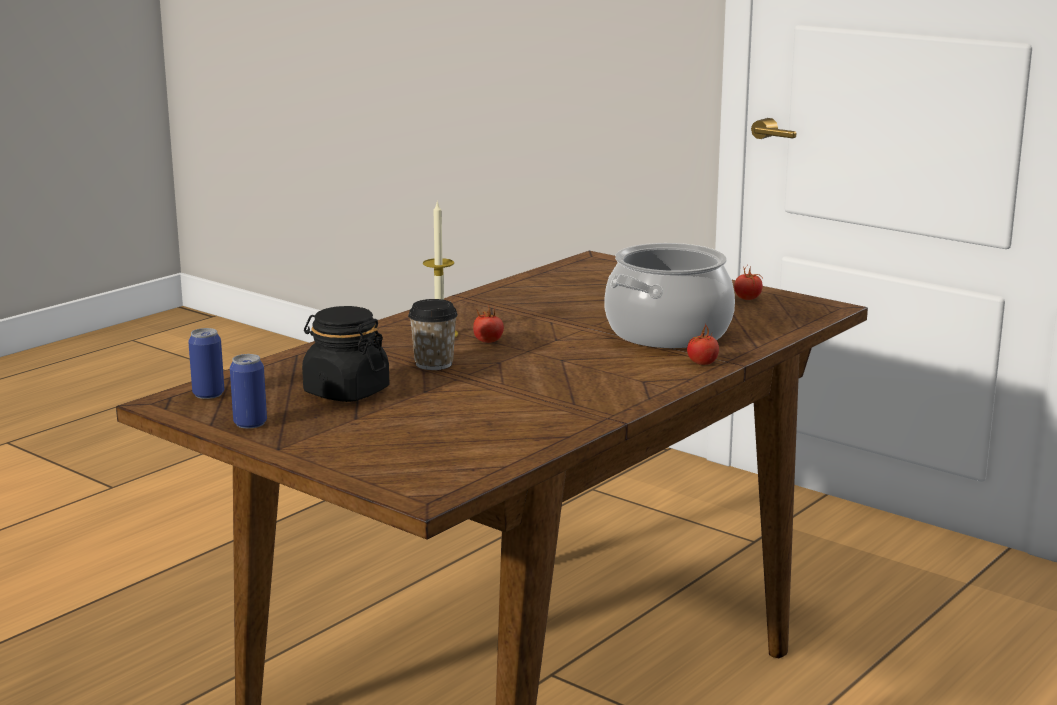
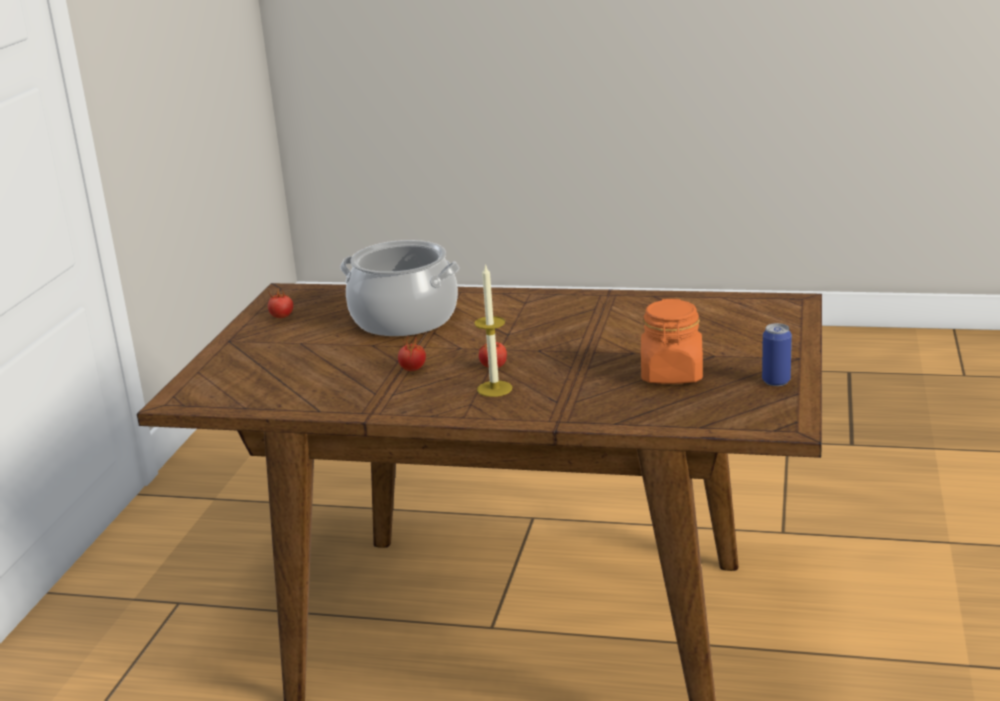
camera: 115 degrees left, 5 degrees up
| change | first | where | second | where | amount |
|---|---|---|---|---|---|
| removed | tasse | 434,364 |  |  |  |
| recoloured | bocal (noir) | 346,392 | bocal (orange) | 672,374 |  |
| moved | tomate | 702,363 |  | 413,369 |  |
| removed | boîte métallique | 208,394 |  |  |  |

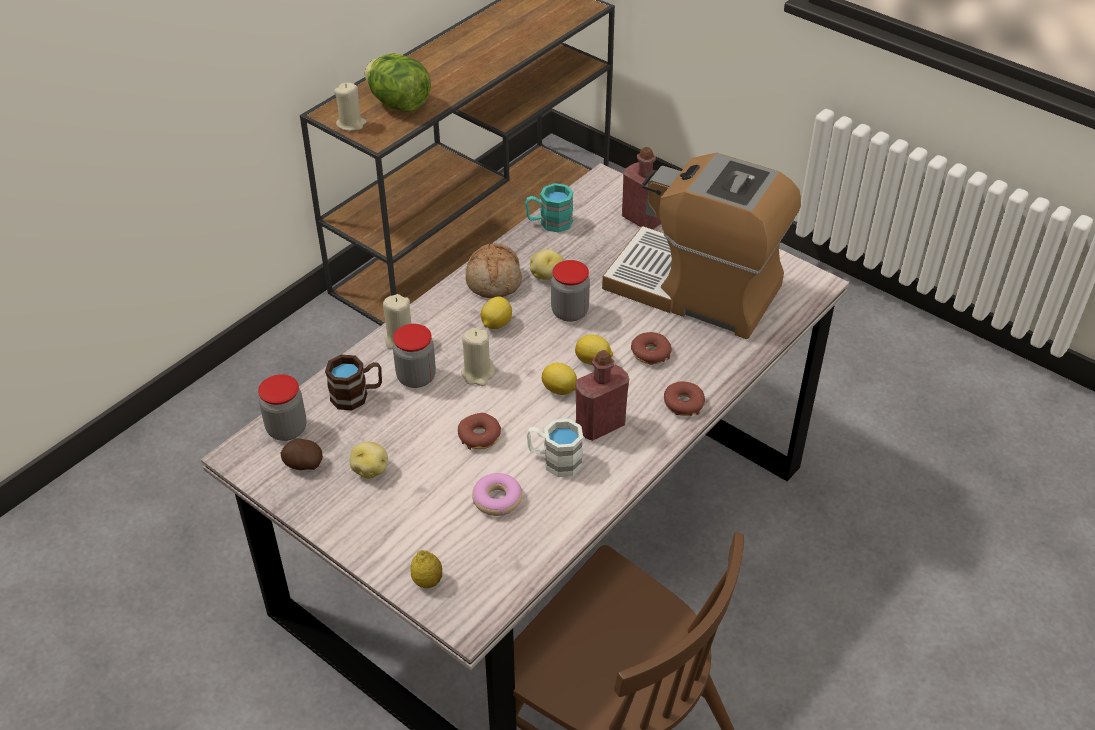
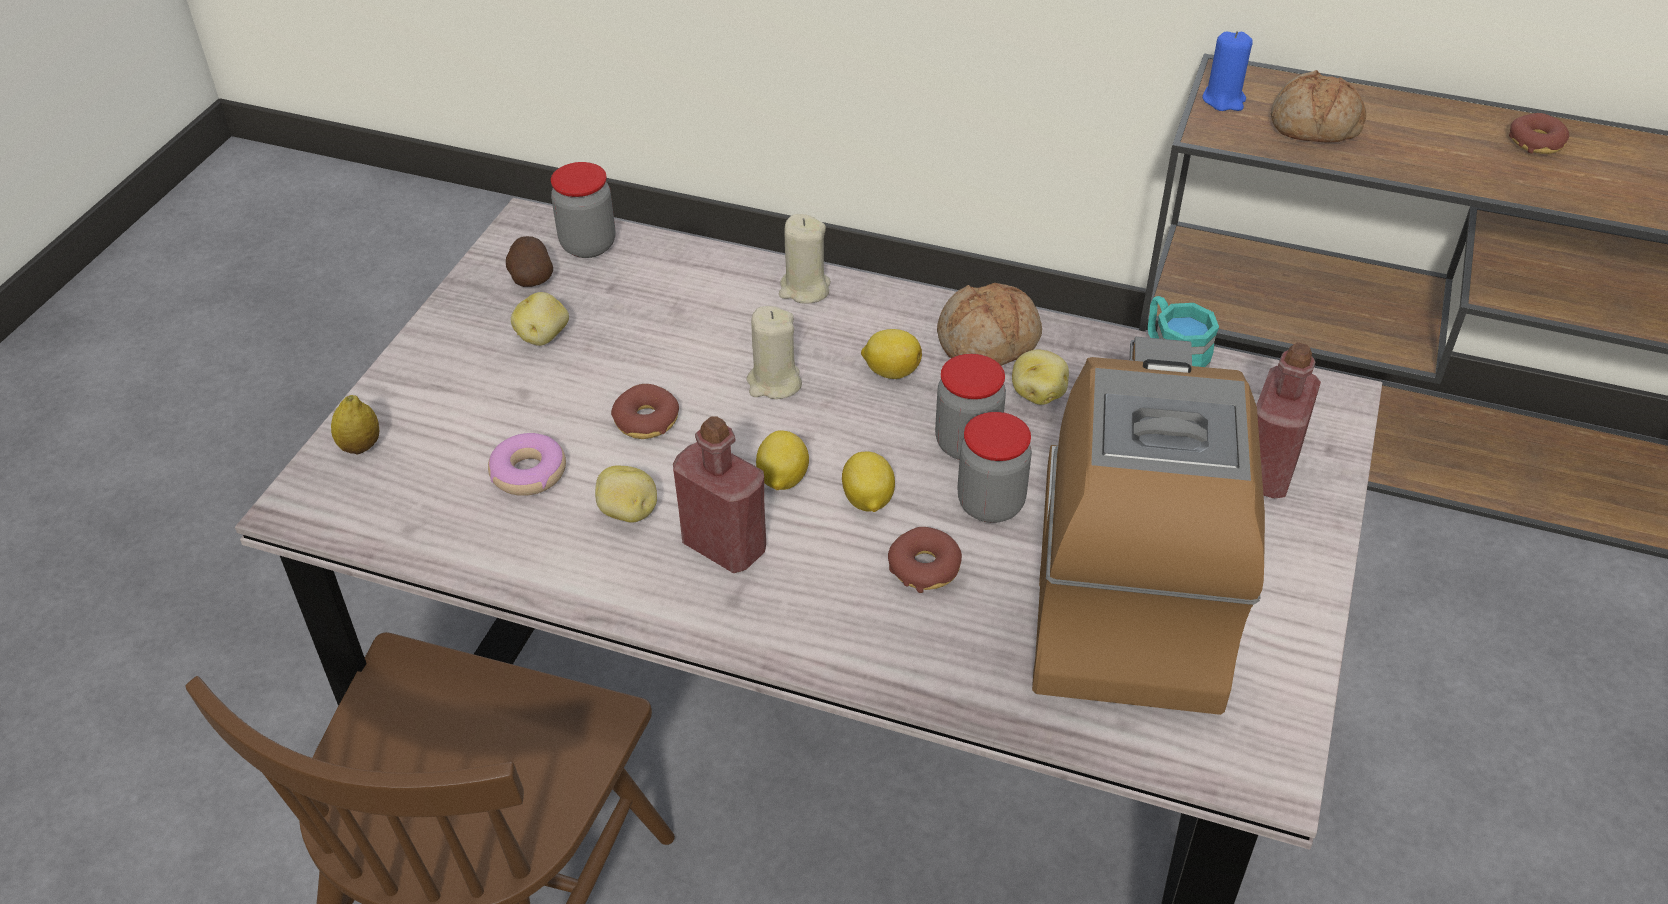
camera: 70 degrees right, 0 degrees up
| change | first | where | second | where | amount |
|---|---|---|---|---|---|
| replaced | laitue | 399,104 | pain | 1314,126 |  |
| recoloured | bougie (beige) | 351,124 | bougie (bleu) | 1224,100 |  |
| moved | bocal | 416,377 |  | 990,504 |  |
| removed | mug (marron) | 357,395 |  |  |  |
| moved | beignet | 683,403 |  | 1536,142 |  |
| replaced | mug (blanc) | 554,460 | pomme de terre | 628,513 |  |

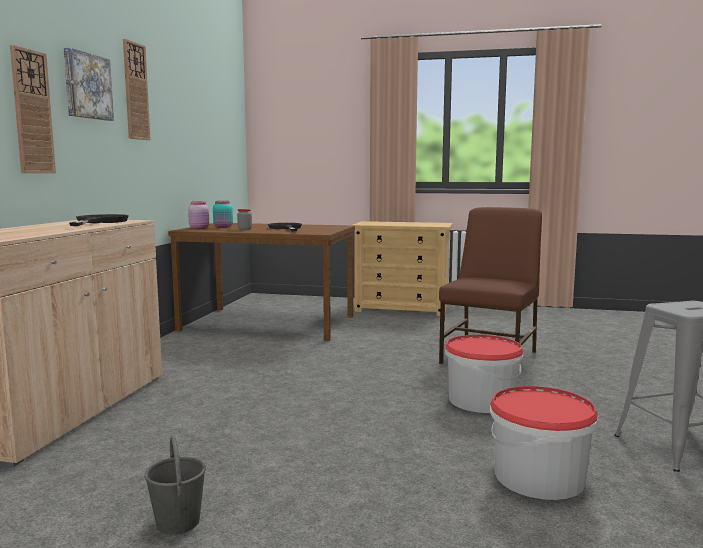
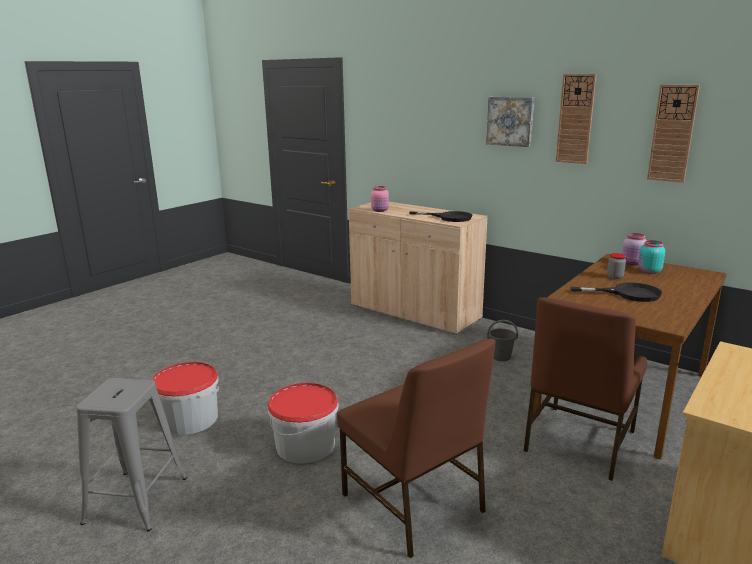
camera: 115 degrees right, 10 degrees up
| change | first | where | second | where | amount |
|---|---|---|---|---|---|
| moved | horloge murale | 32,112 |  | 672,133 |  |
| moved | seau (gris) | 178,522 |  | 501,357 |  |
| added |  |  | bocal (rose) | 380,210 |  |
| added |  |  | chaise (marron) | 578,442 |  |

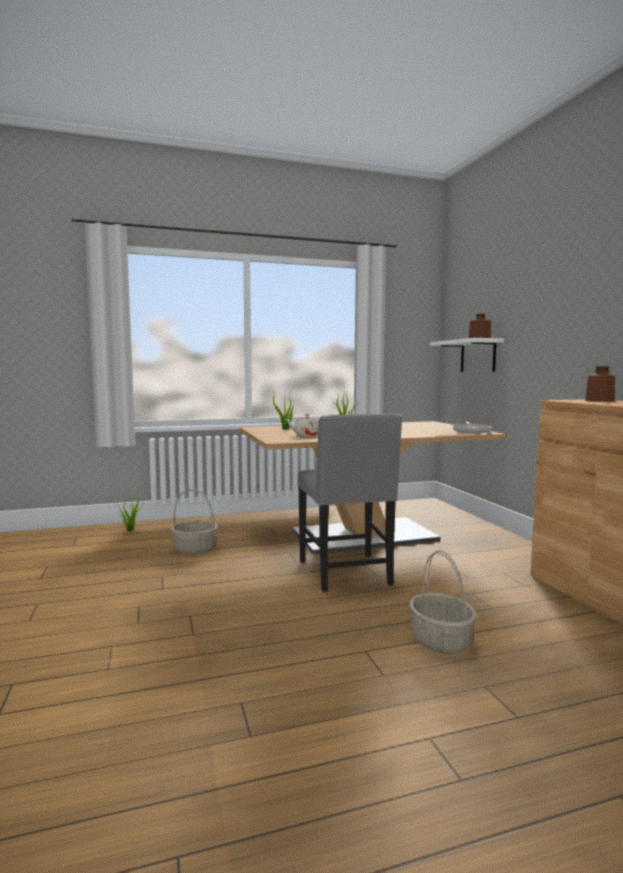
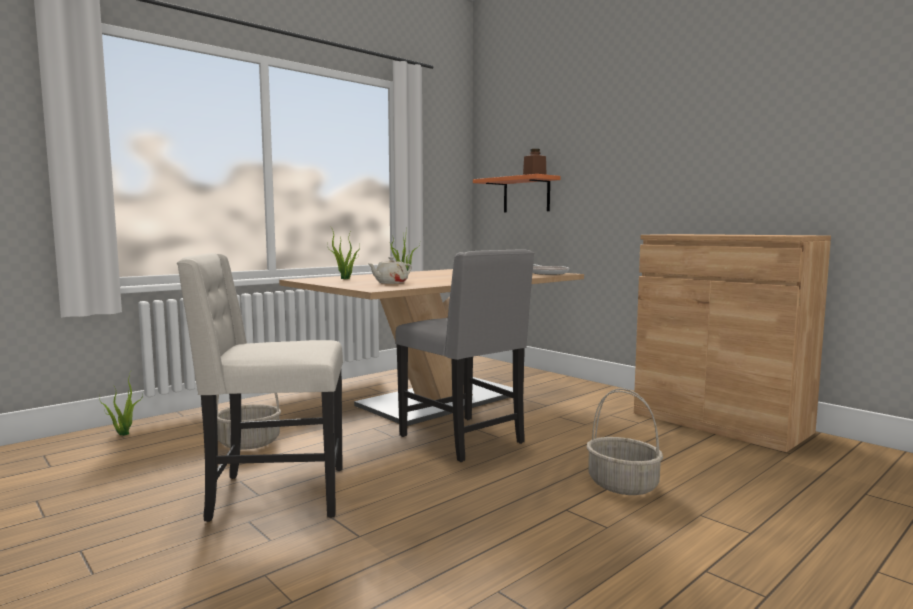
camera: 25 degrees left, 0 degrees up
| change | first | where | second | where | amount |
|---|---|---|---|---|---|
| recoloured | étagère (blanc) | 478,356 | étagère (orange) | 526,195 |  |
| removed | bocal (marron) | 599,400 |  |  |  |
| added |  |  | chaise (beige) | 275,495 |  |

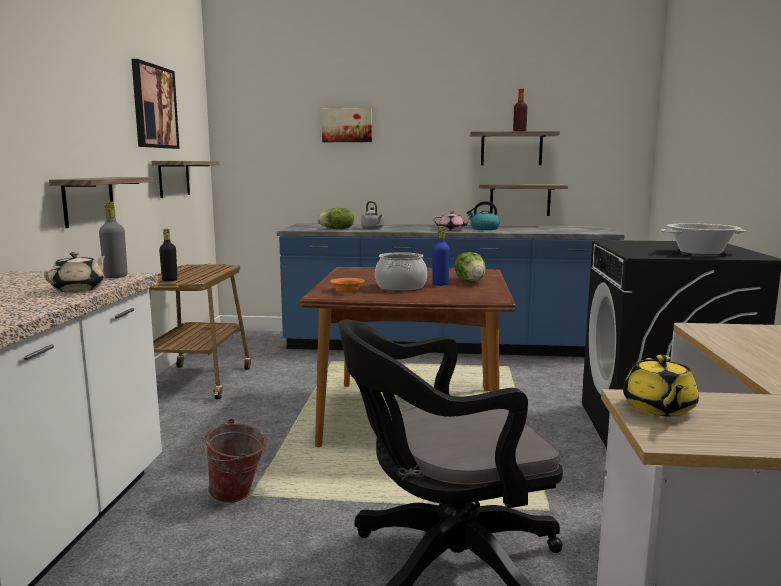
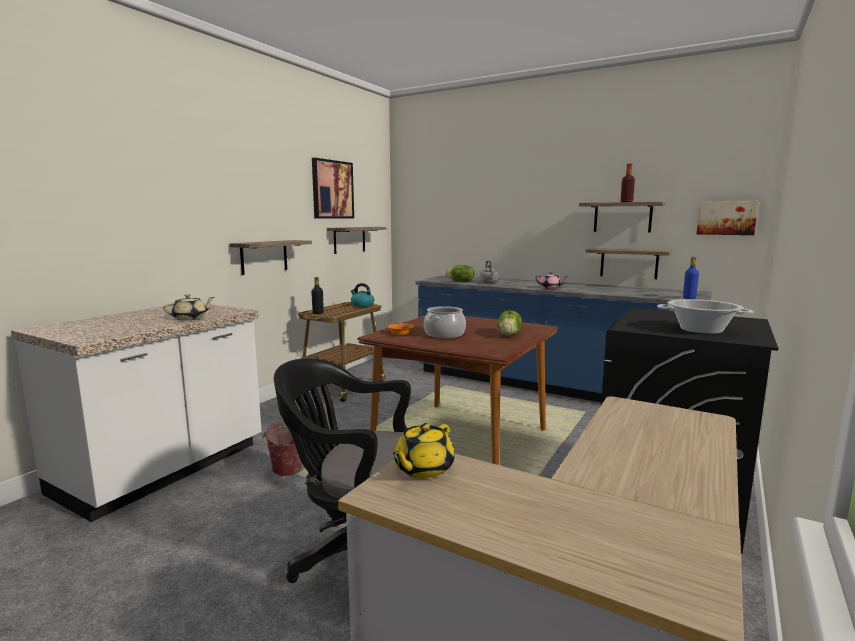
camera: 25 degrees right, 0 degrees up
| change | first | where | second | where | amount |
|---|---|---|---|---|---|
| moved | tableau | 347,125 |  | 726,218 |  |
| moved | bouilloire | 484,229 |  | 362,305 |  |
| removed | bouteille (gris) | 115,276 |  |  |  |
| moved | bouteille (bleu) | 440,284 |  | 689,298 |  |

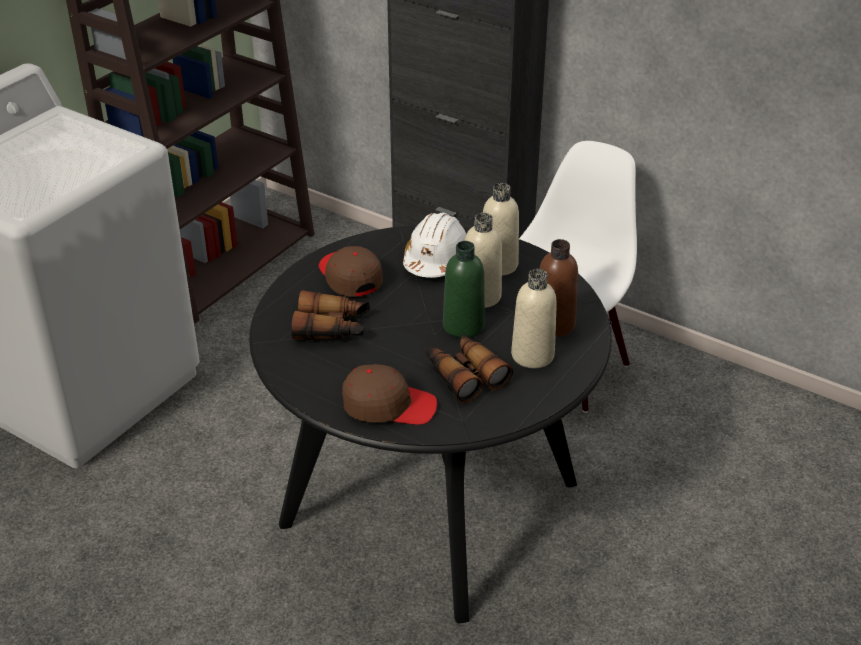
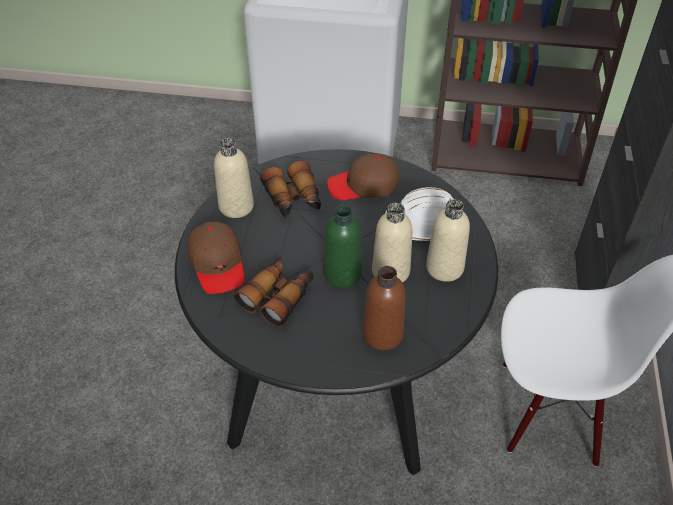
camera: 65 degrees right, 10 degrees up
| change | first | where | second | where | amount |
|---|---|---|---|---|---|
| turned | casquette (marron) | 349,277 |  | 363,185 | 135 degrees counterclockwise |
| moved | bouteille (beige) | 532,355 |  | 236,206 |  |

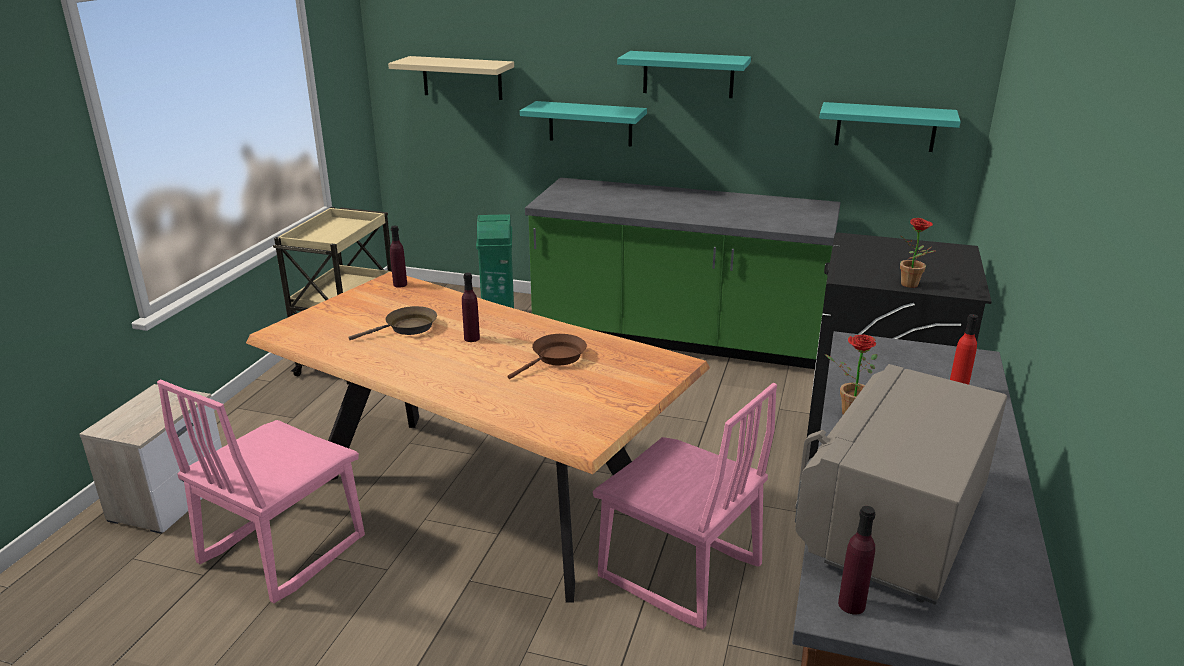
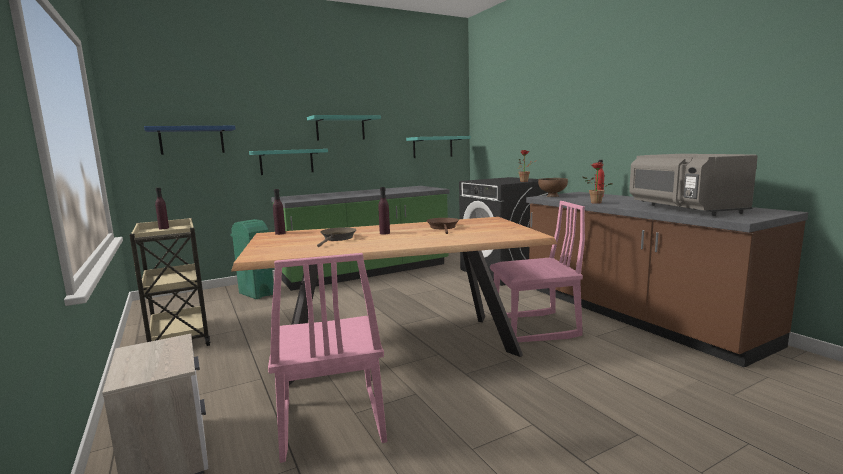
camera: 45 degrees left, 15 degrees down
| change | first | where | second | where | amount |
|---|---|---|---|---|---|
| recoloured | étagère (beige) | 462,78 | étagère (bleu) | 192,140 |  |
| moved | bouteille (violet) | 851,604 |  | 164,228 |  |
| added |  |  | bol (marron) | 552,196 |  |

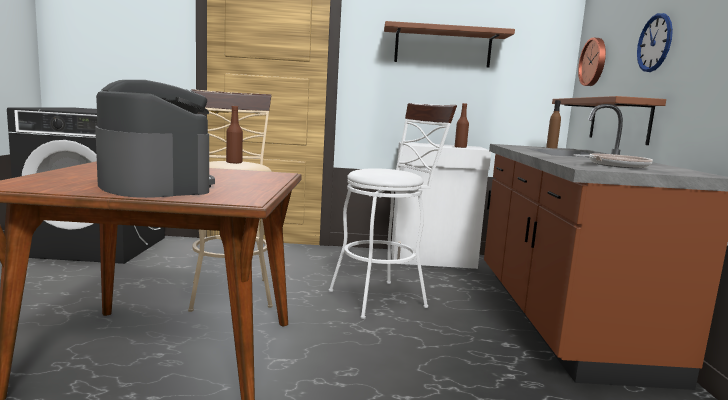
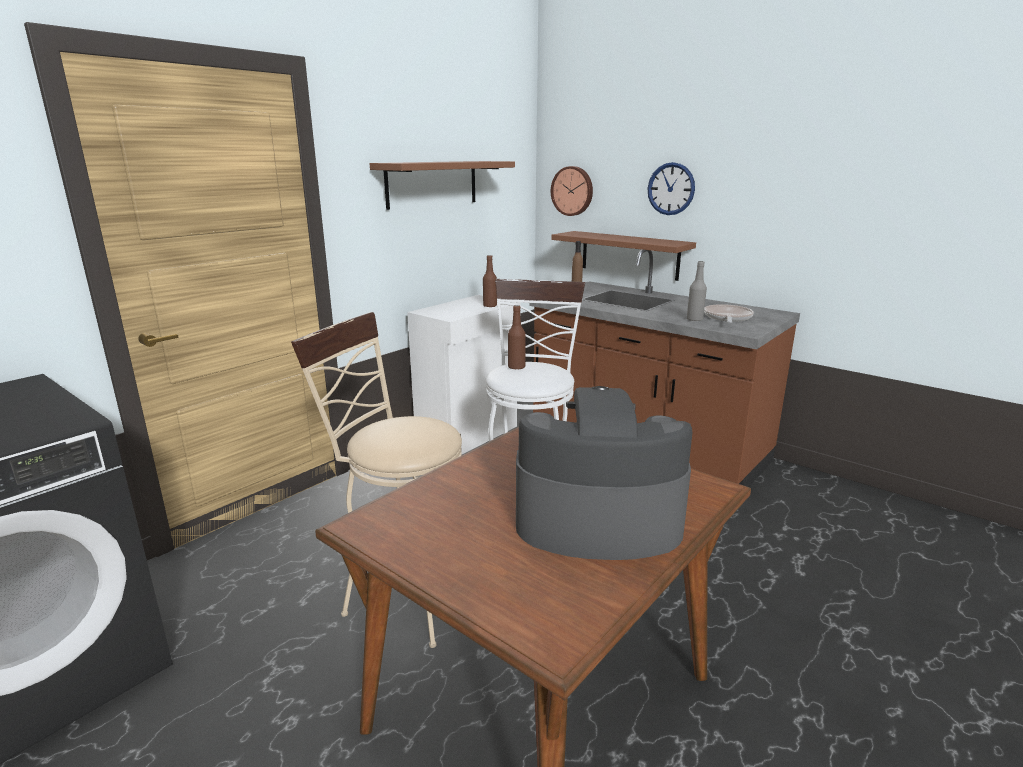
camera: 50 degrees left, 10 degrees up
| change | first | where | second | where | amount |
|---|---|---|---|---|---|
| moved | bouteille (marron) | 234,163 |  | 516,367 |  |
| added |  |  | bouteille (gris) | 694,319 |  |

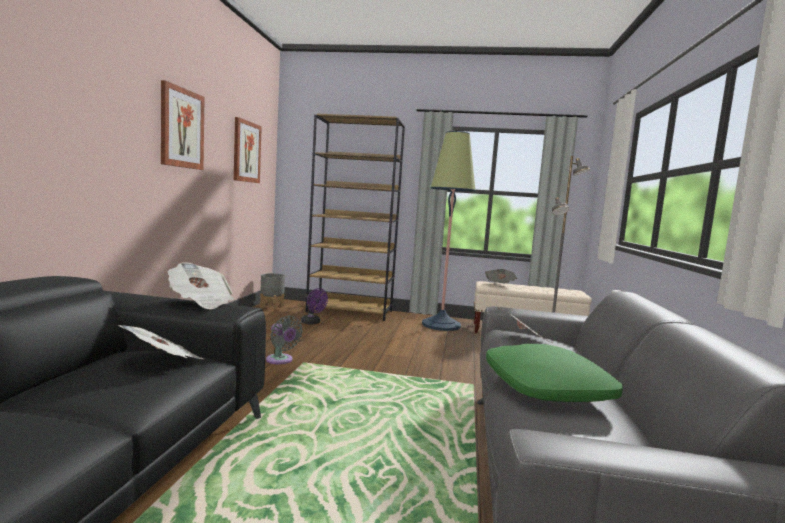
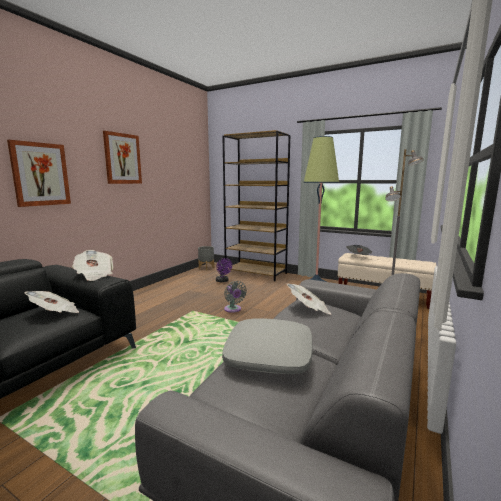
camera: 20 degrees right, 5 degrees up
| change | first | where | second | where | amount |
|---|---|---|---|---|---|
| moved | tableau | 246,152 |  | 40,174 |  |
| moved | ventilateur (gris) | 281,360 |  | 233,309 |  |
| recoloured | coussin (vert) | 545,387 | coussin (gris) | 268,355 |  |

